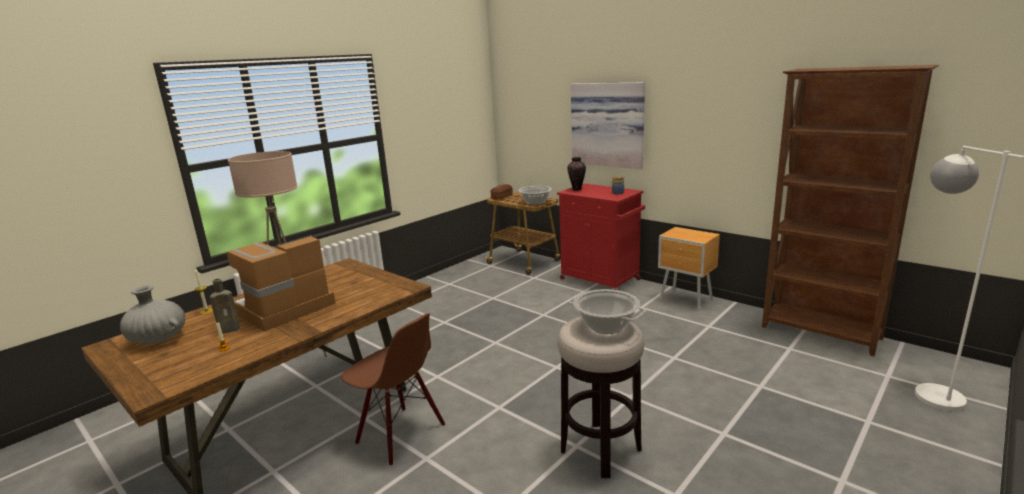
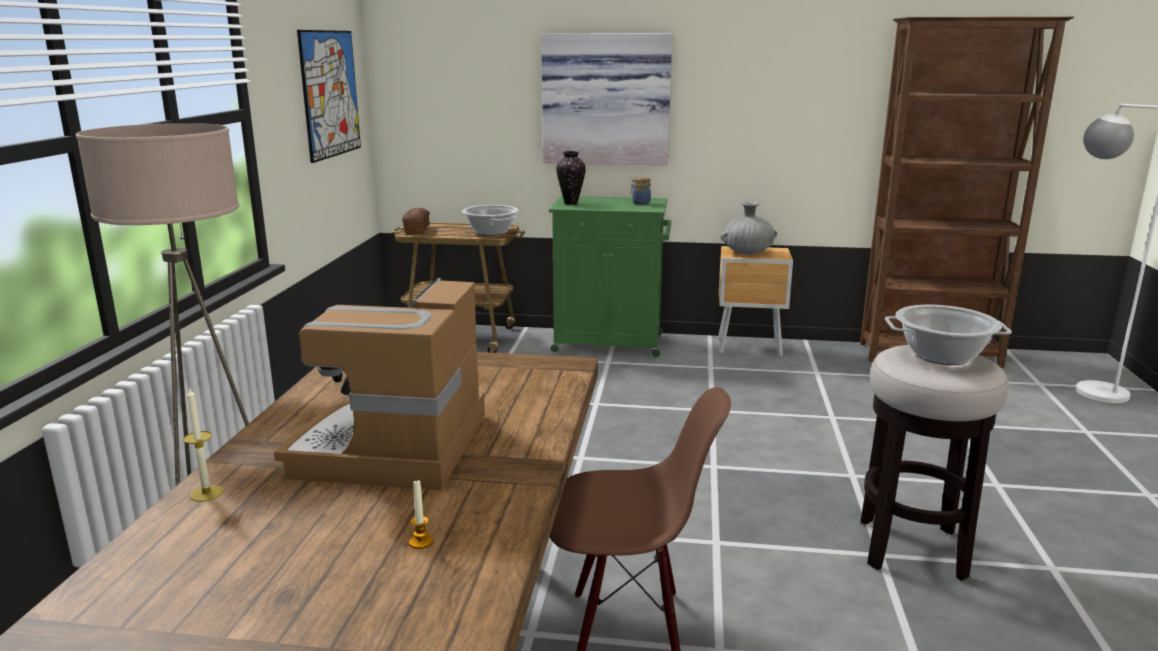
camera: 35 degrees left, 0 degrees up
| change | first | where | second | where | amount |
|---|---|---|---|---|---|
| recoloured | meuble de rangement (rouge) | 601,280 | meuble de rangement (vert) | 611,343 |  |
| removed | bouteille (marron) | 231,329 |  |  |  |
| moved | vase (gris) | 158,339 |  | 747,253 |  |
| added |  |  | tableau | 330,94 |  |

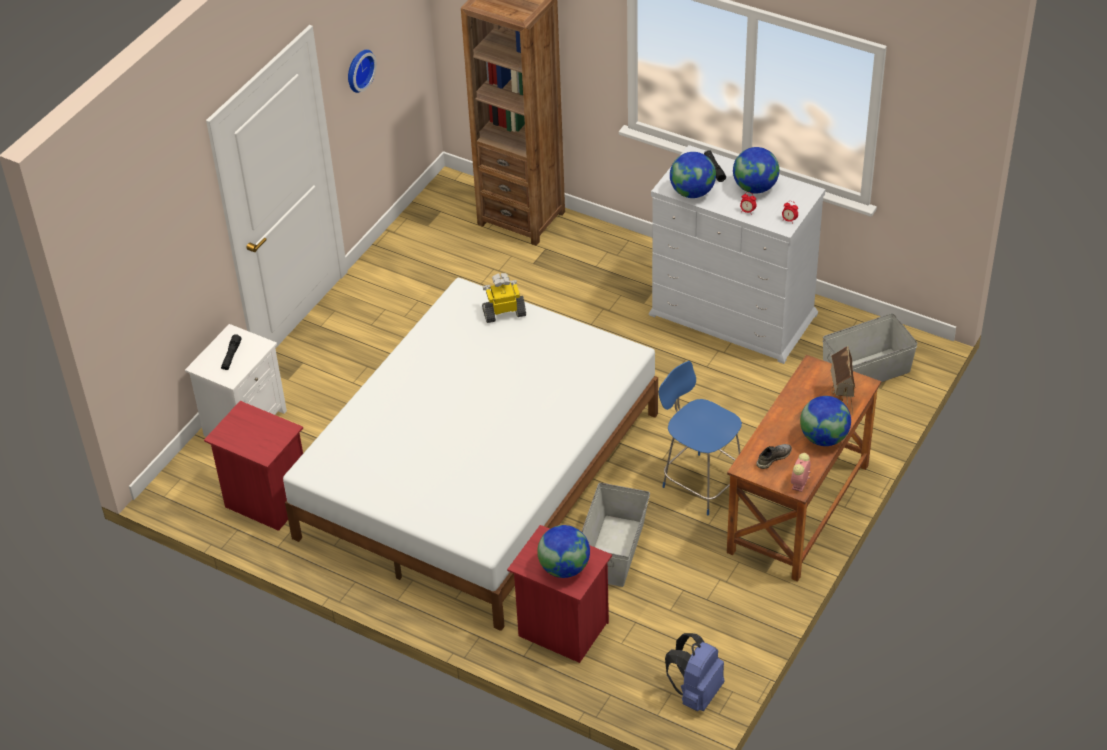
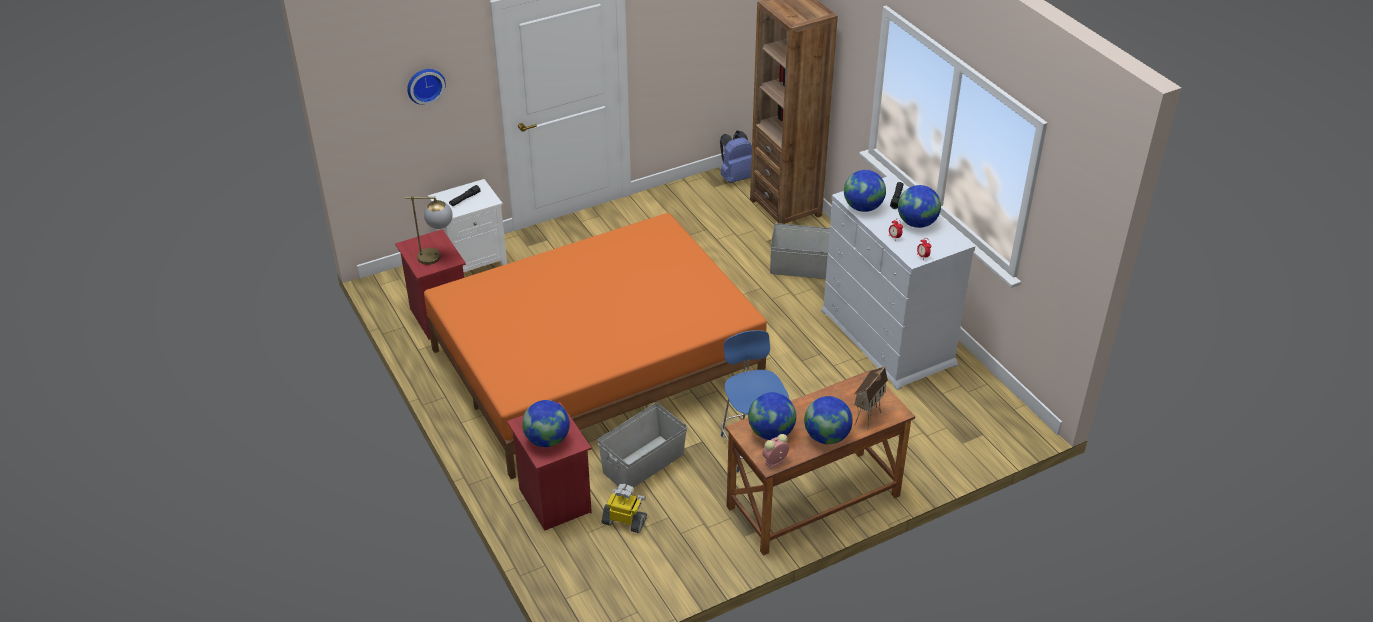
camera: 30 degrees right, 5 degrees down
| change | first | where | second | where | amount |
|---|---|---|---|---|---|
| moved | horloge murale | 358,69 |  | 425,85 |  |
| moved | robot jouet | 504,312 |  | 625,521 |  |
| recoloured | lit (blanc) | 478,474 | lit (orange) | 595,365 |  |
| moved | boîte de rangement (gris) | 867,372 |  | 804,267 |  |
| replaced | chaussure (gris) | 773,458 | globe | 771,433 |  |
| moved | sac à dos (bleu) | 696,693 |  | 736,177 |  |
| added |  |  | lampe de table | 437,257 |  |

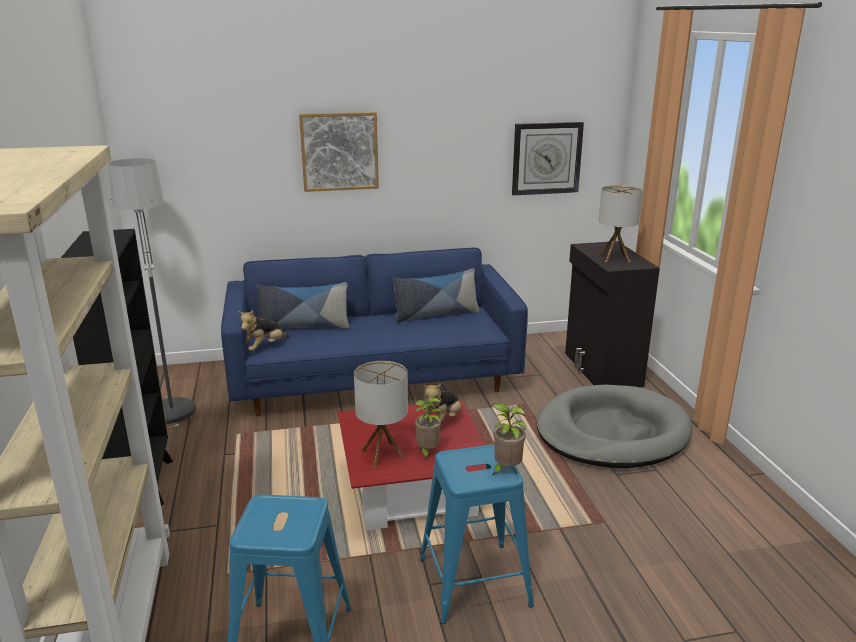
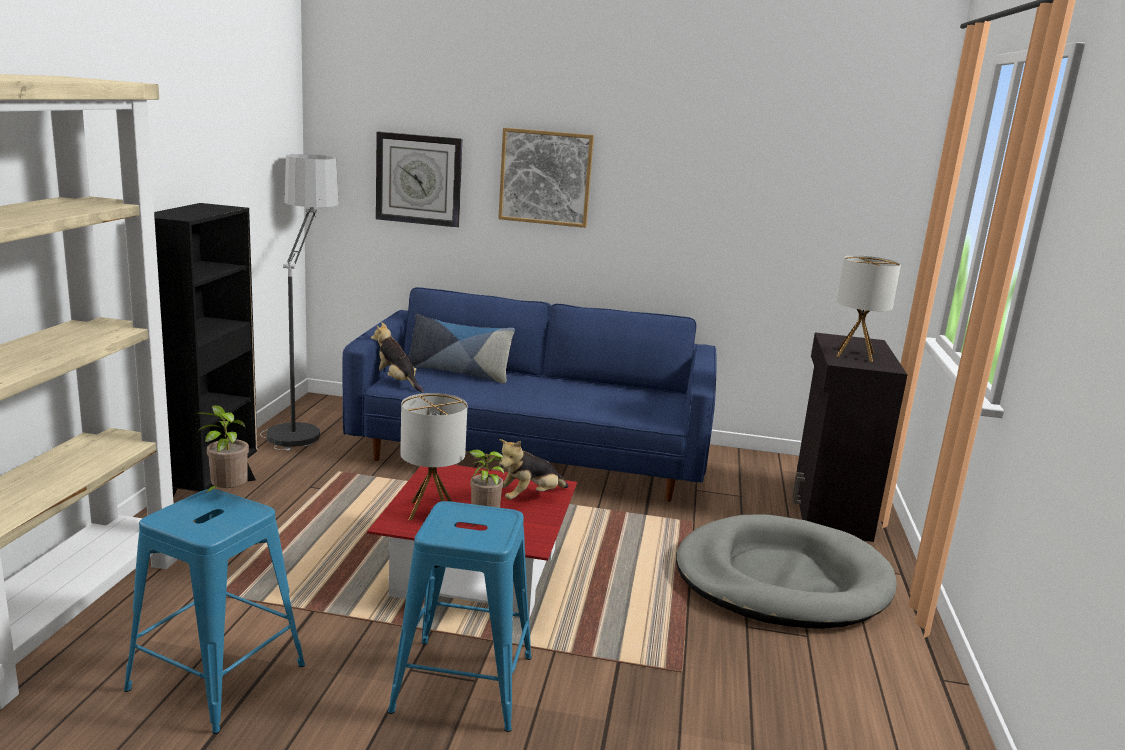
camera: 20 degrees right, 5 degrees down
| change | first | where | second | where | amount |
|---|---|---|---|---|---|
| moved | horloge murale | 546,158 |  | 419,179 |  |
| removed | coussin | 436,314 |  |  |  |
| turned | peluche | 264,347 |  | 397,382 | 75 degrees clockwise |
| moved | plante en pot | 505,469 |  | 227,494 |  |

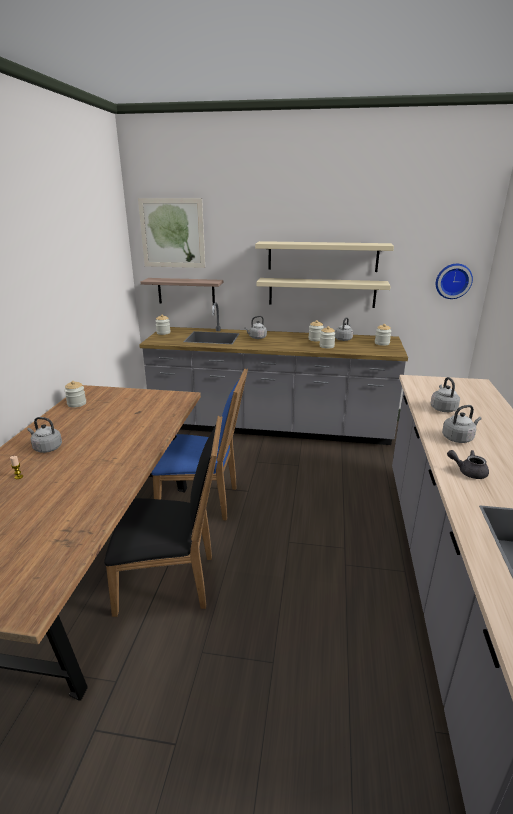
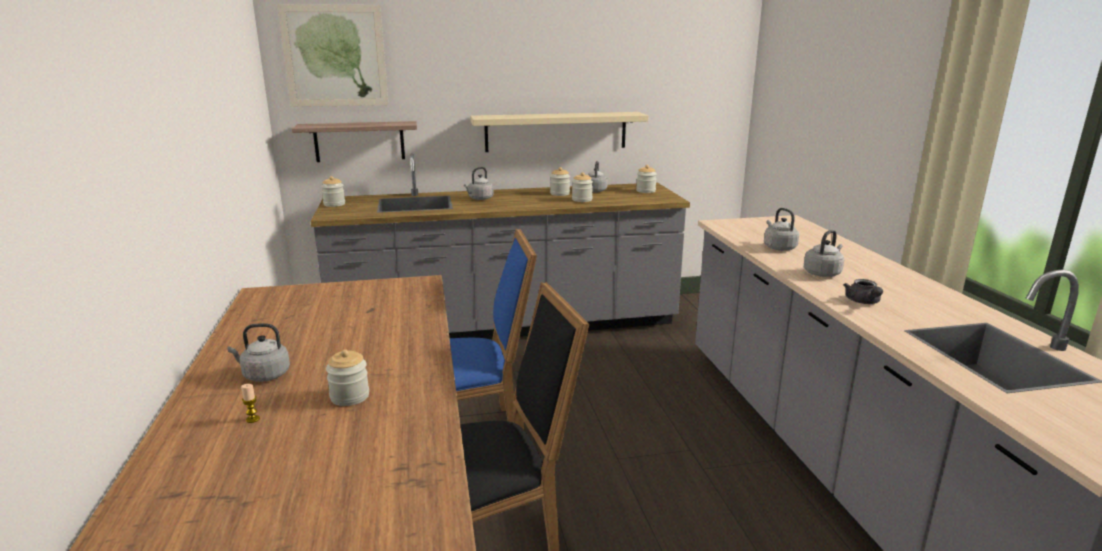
camera: 20 degrees left, 5 degrees down
| change | first | where | second | where | amount |
|---|---|---|---|---|---|
| removed | étagère (beige) | 322,256 |  |  |  |
| removed | horloge murale | 453,281 |  |  |  |
| moved | bocal | 77,404 |  | 350,396 |  |
| turned | théière (gris) | 468,472 |  | 863,302 | 90 degrees counterclockwise |

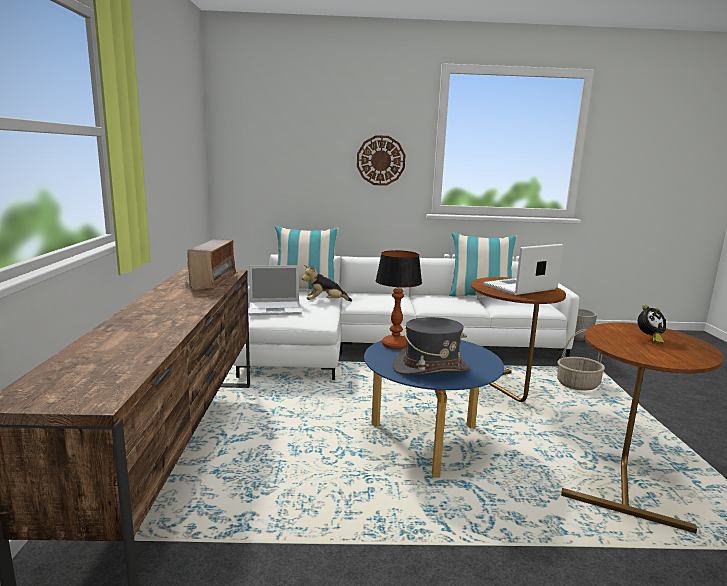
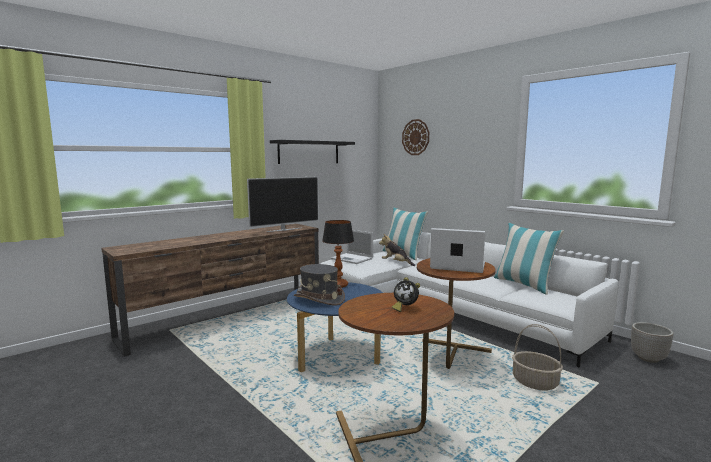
camera: 50 degrees right, 5 degrees down
| change | first | where | second | where | amount |
|---|---|---|---|---|---|
| moved | horloge murale | 381,160 |  | 415,137 |  |
| replaced | radio | 213,281 | téléviseur | 284,229 |  |
| added |  |  | étagère (noir) | 309,152 |  |

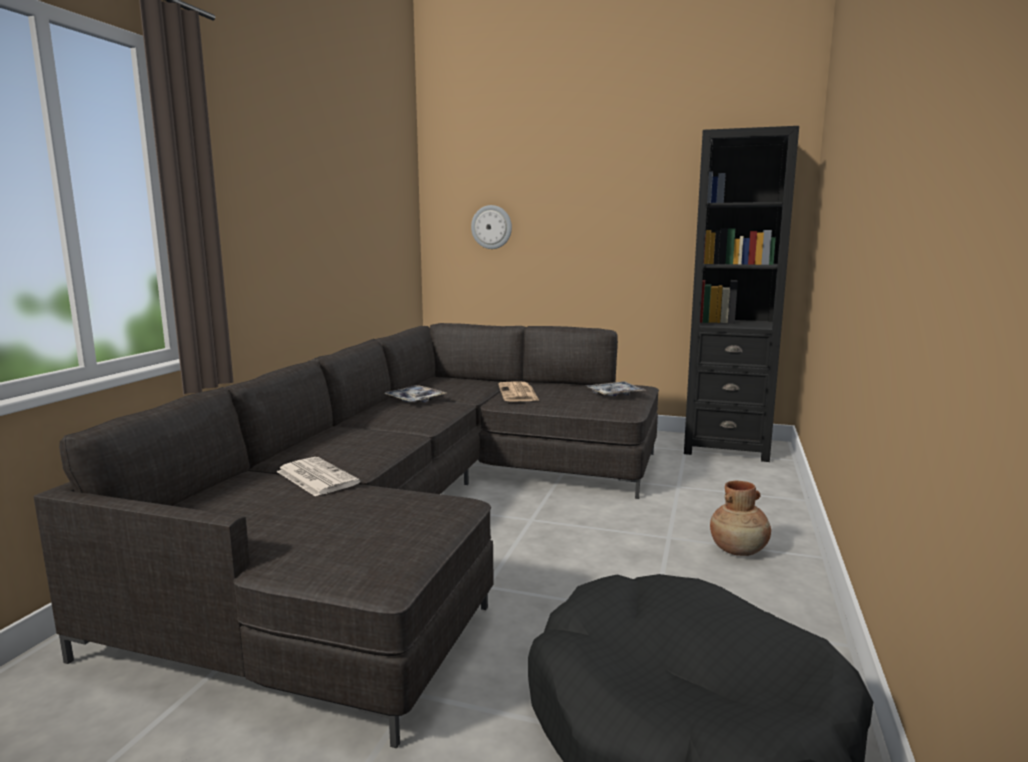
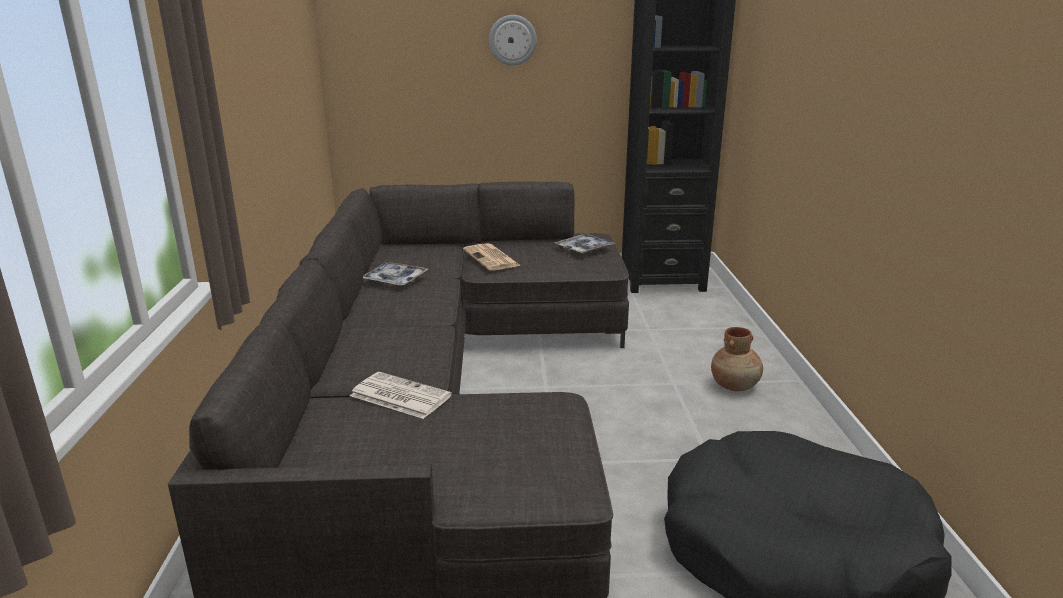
camera: 20 degrees left, 10 degrees up
| change | first | where | second | where | amount |
|---|---|---|---|---|---|
| moved | horloge murale | 491,227 |  | 512,40 |  |

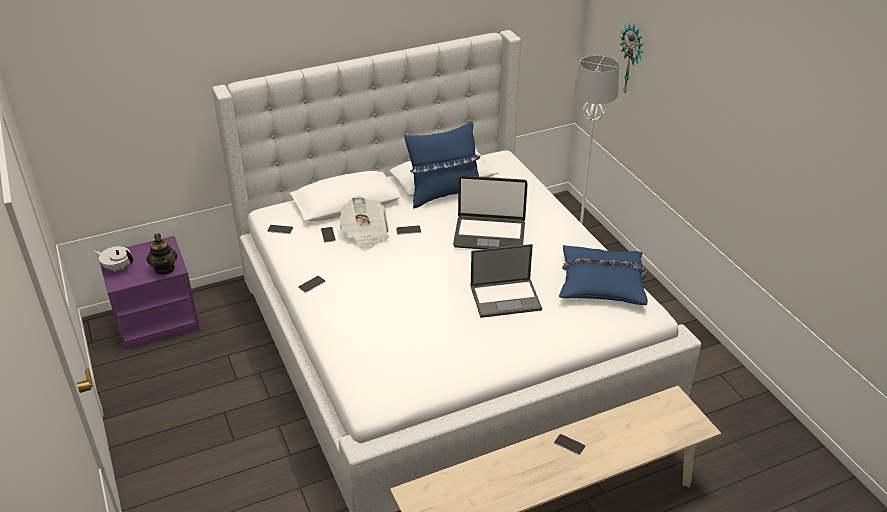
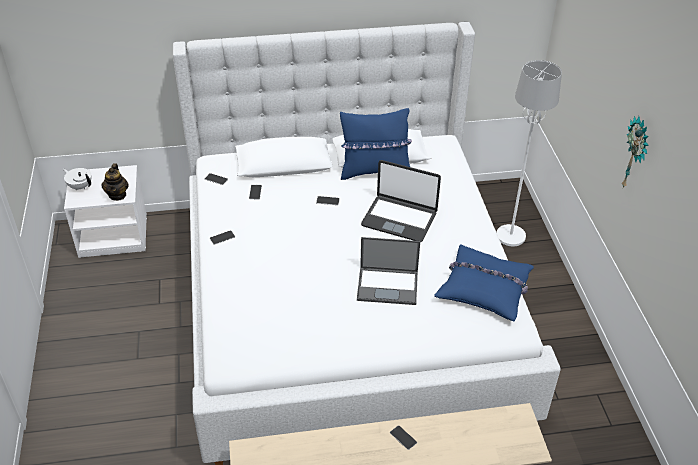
camera: 15 degrees right, 5 degrees up
| change | first | where | second | where | amount |
|---|---|---|---|---|---|
| moved | horloge murale | 631,59 |  | 636,154 |  |
| removed | journal | 365,234 |  |  |  |
| recoloured | table de chevet (violet) | 157,320 | table de chevet (blanc) | 114,235 |  |

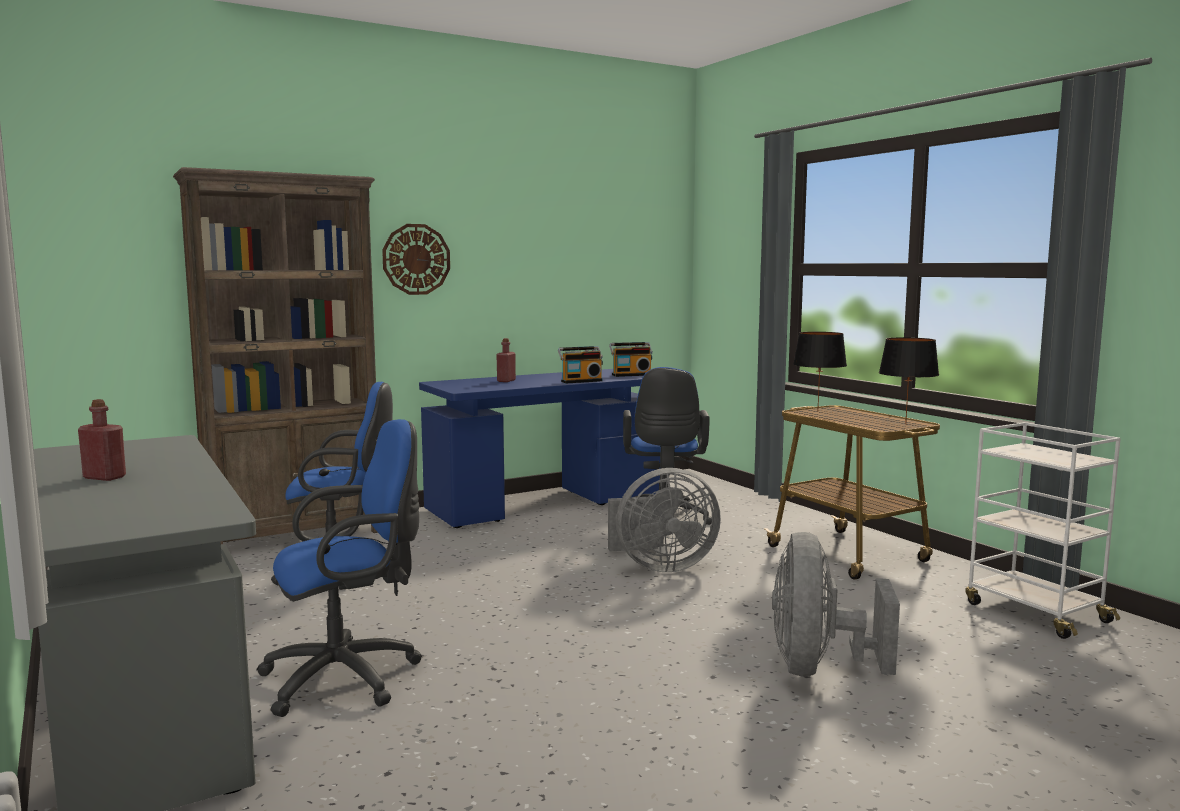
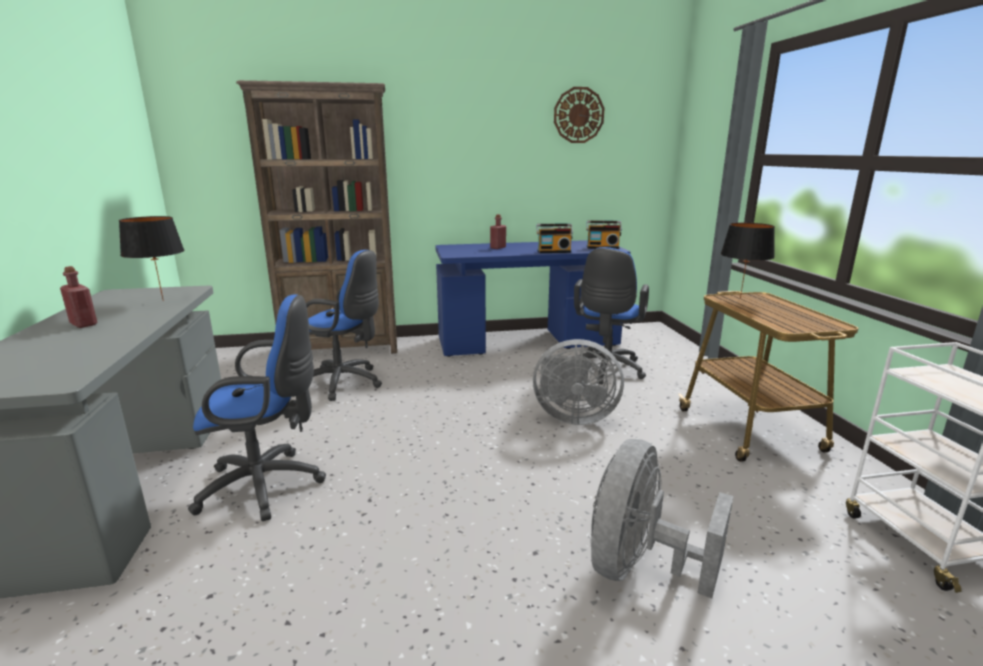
camera: 20 degrees right, 10 degrees up
| change | first | where | second | where | amount |
|---|---|---|---|---|---|
| moved | horloge murale | 416,259 |  | 578,115 |  |
| moved | lampe de table (noir) | 905,424 |  | 162,300 |  |

